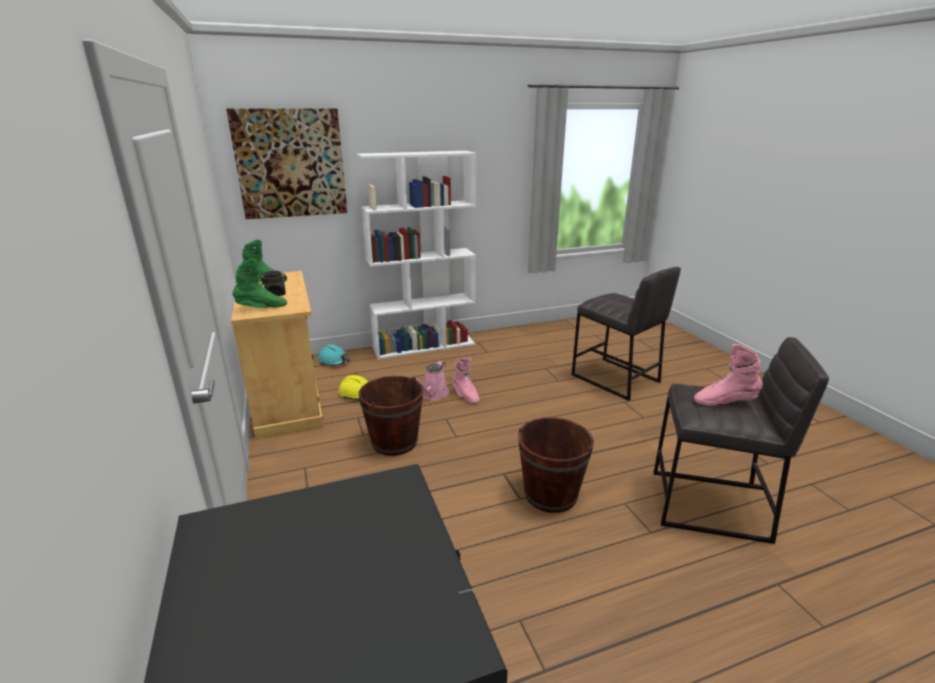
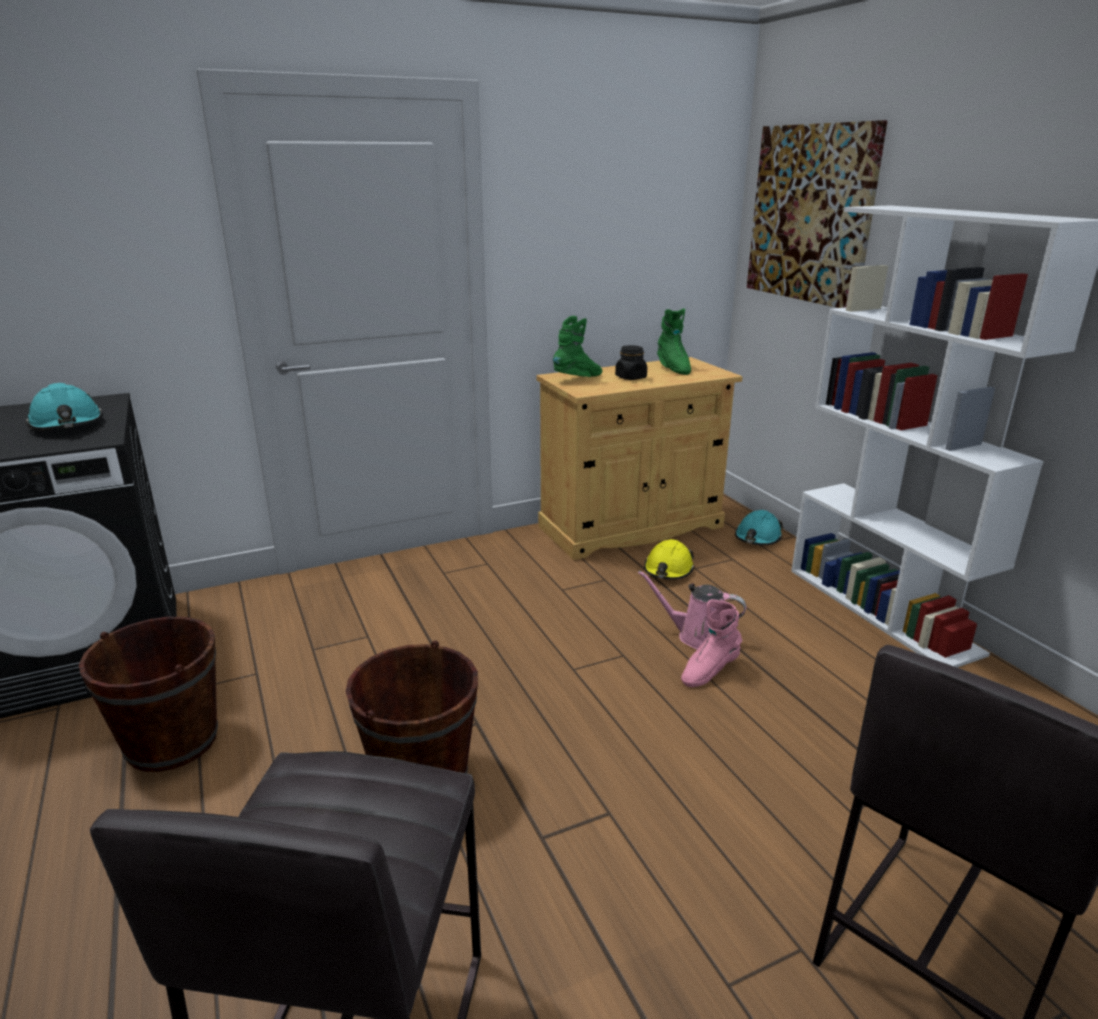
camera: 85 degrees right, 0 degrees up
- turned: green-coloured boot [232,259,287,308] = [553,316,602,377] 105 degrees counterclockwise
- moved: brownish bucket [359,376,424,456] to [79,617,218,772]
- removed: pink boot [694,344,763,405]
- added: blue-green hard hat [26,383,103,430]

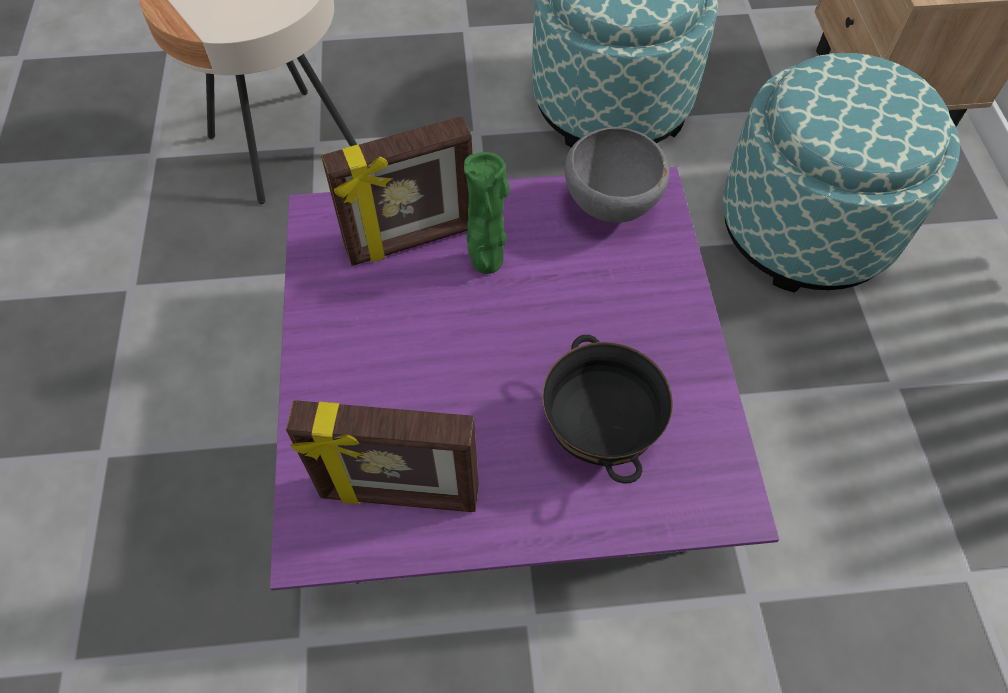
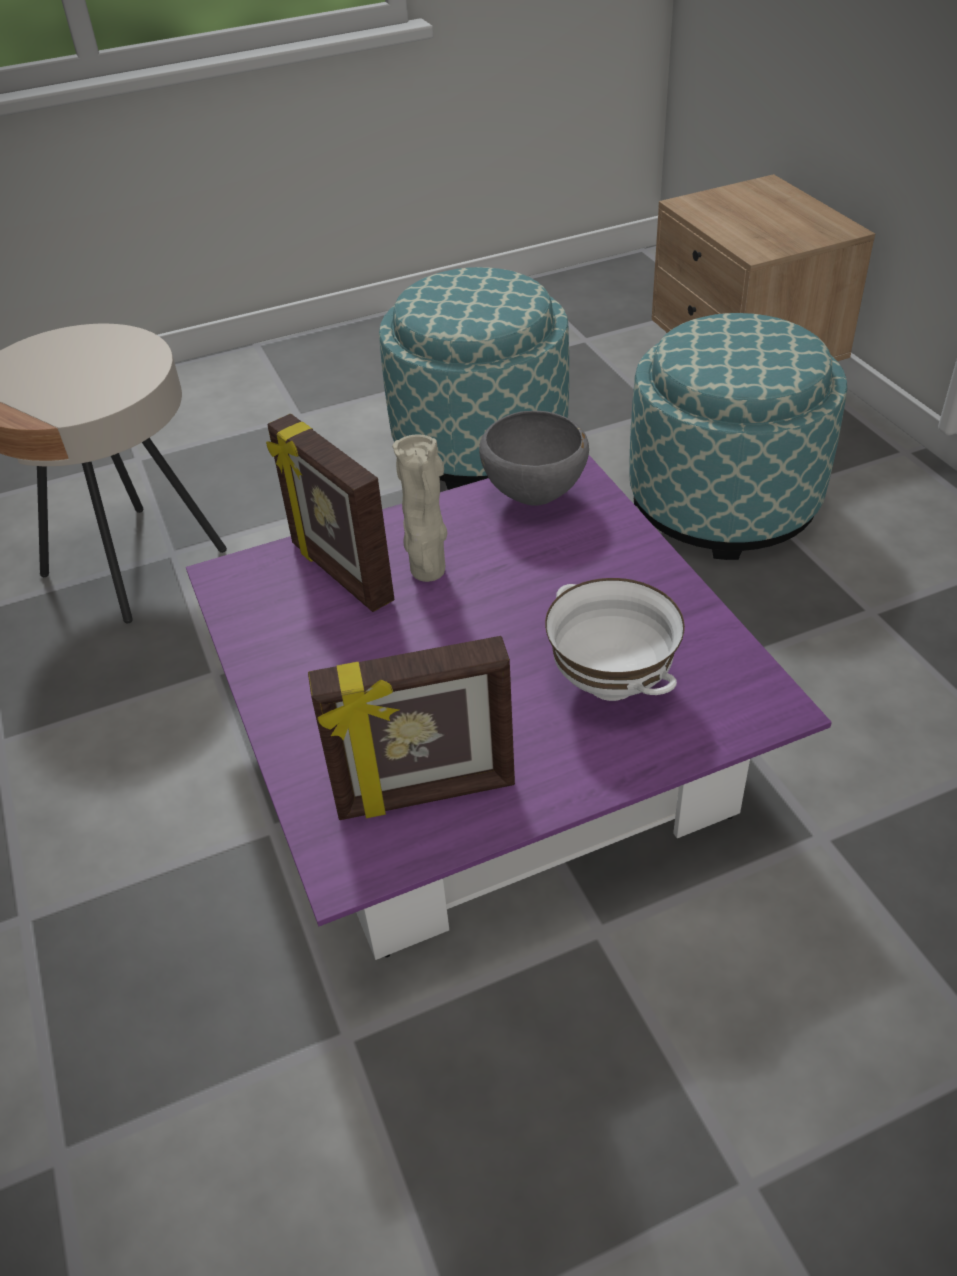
camera: 15 degrees left, 15 degrees down
- turned: standing frame [321,116,472,266] = [266,414,395,612] 90 degrees clockwise
- recoloured: green-coloured flower vase [464,152,510,274] to beige-coloured flower vase [392,434,447,582]
- recoloured: blackish serving bowl [542,335,673,484] to white serving bowl [545,578,685,701]

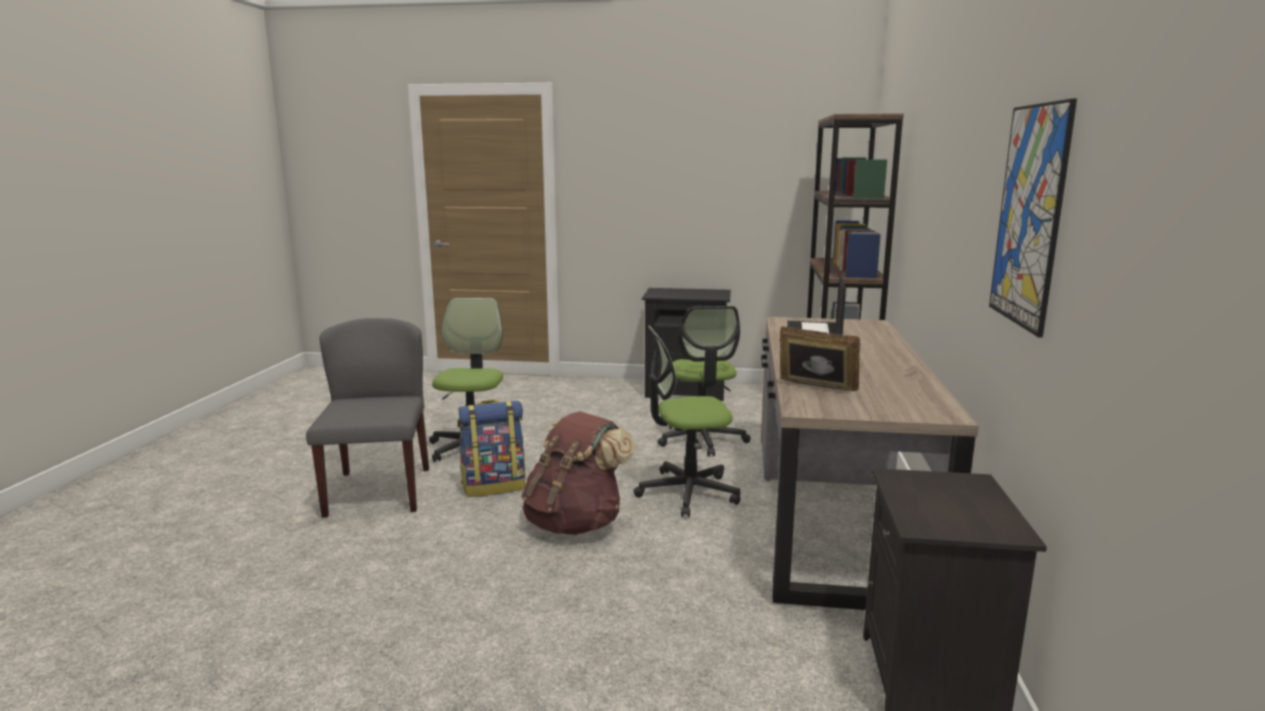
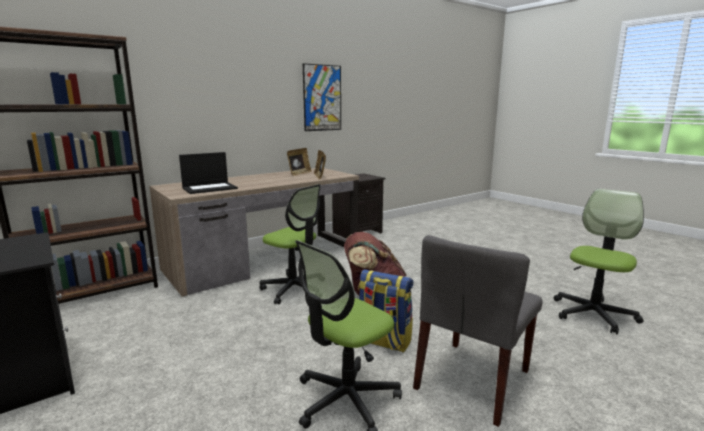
camera: 135 degrees left, 0 degrees up
- moved: office chair [658,306,751,456] to [554,189,644,334]
- added: standing frame [287,148,312,176]

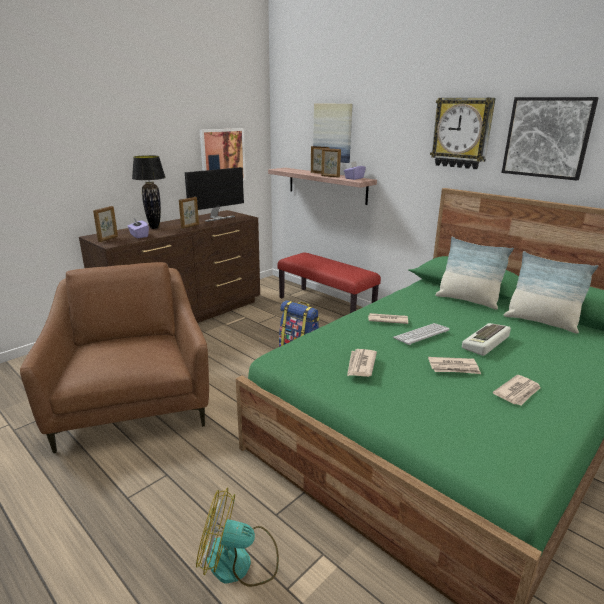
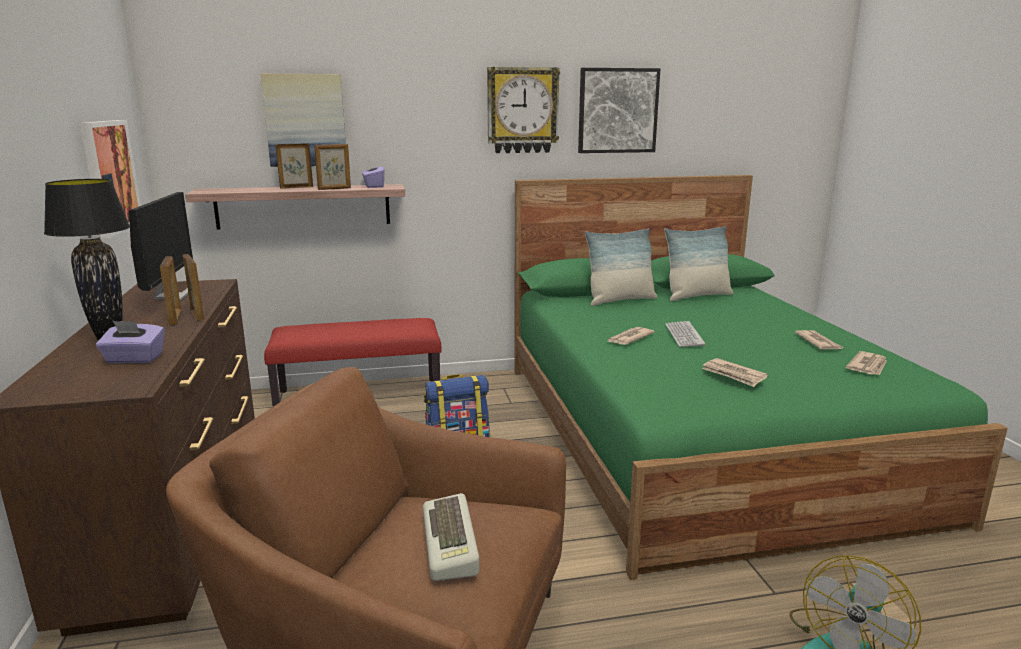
camera: 55 degrees left, 5 degrees down
- moved: standing frame [93,206,118,242] to [183,254,204,321]
- moved: daily paper [428,357,481,374] to [846,351,887,375]
- moved: keyboard [462,323,511,356] to [423,493,479,581]

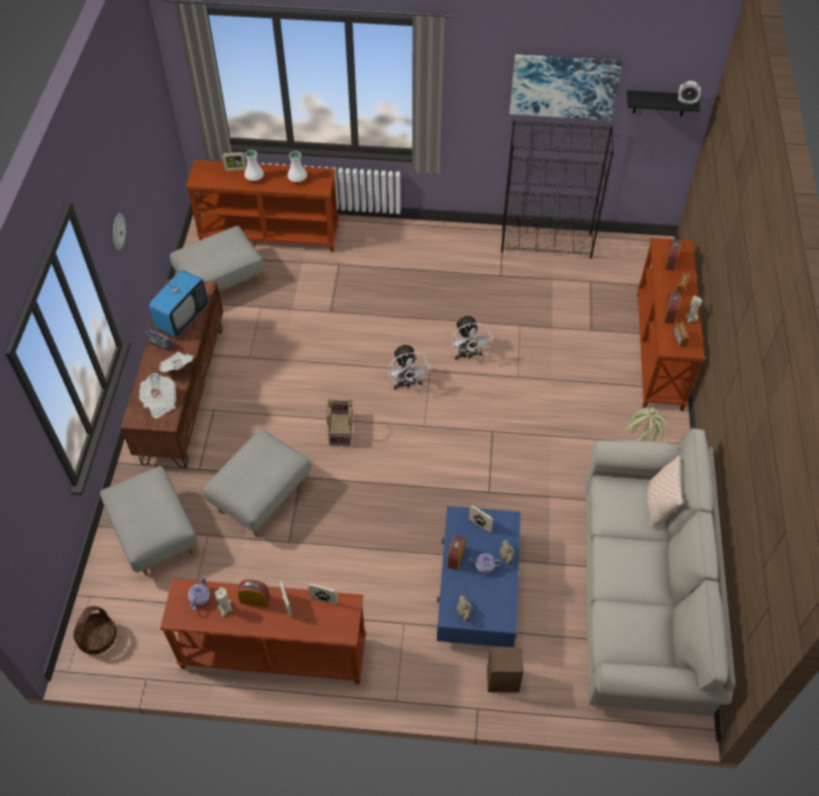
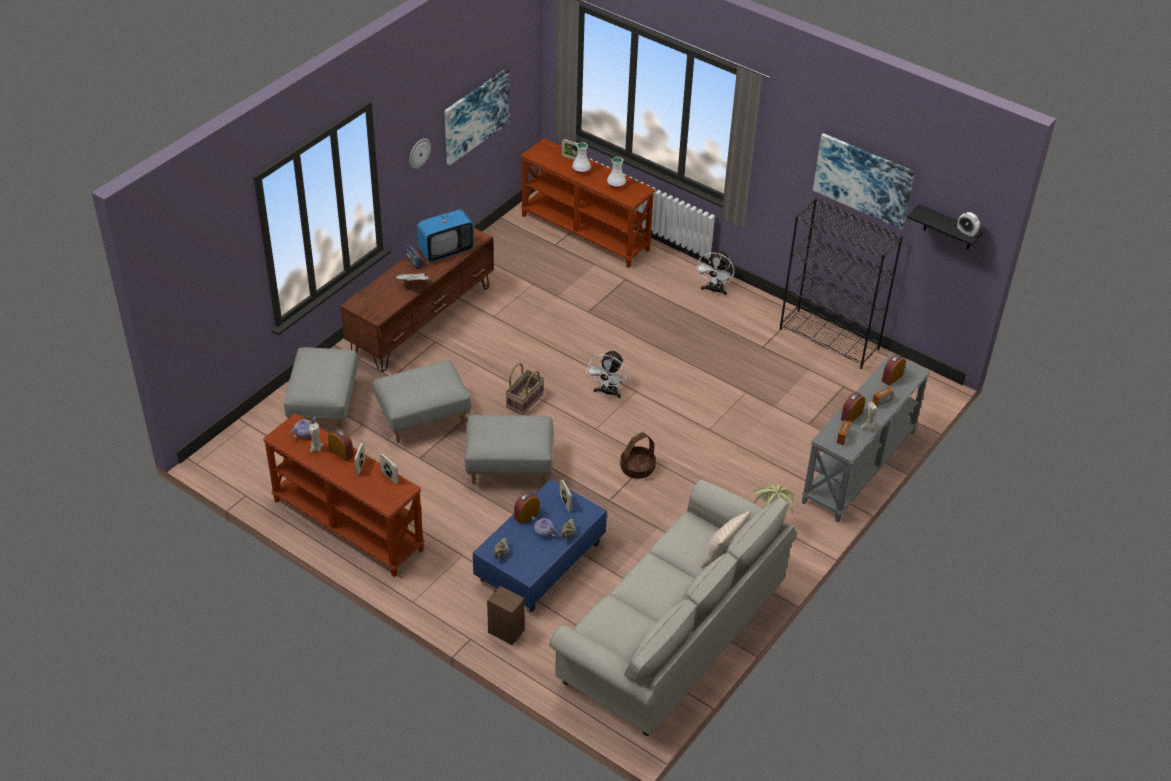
camera: 30 degrees right, 10 degrees down
- moved: basket [73,606,117,655] to [620,432,656,479]
- removed: daily paper [139,373,176,419]
- moved: gray pouffe [170,226,264,292] to [464,415,553,485]
- moved: white cooling fan [451,314,493,360] to [695,250,734,295]
- recoloured: brownish hall table [637,238,704,411] to gray hall table [802,353,930,522]
- added: picture [444,68,510,165]

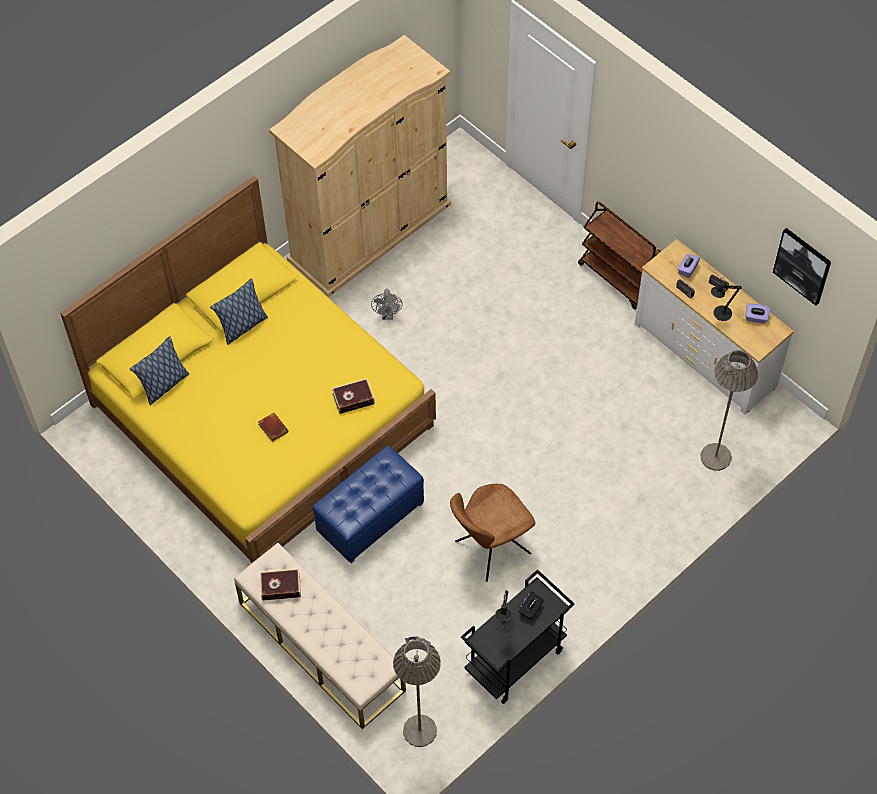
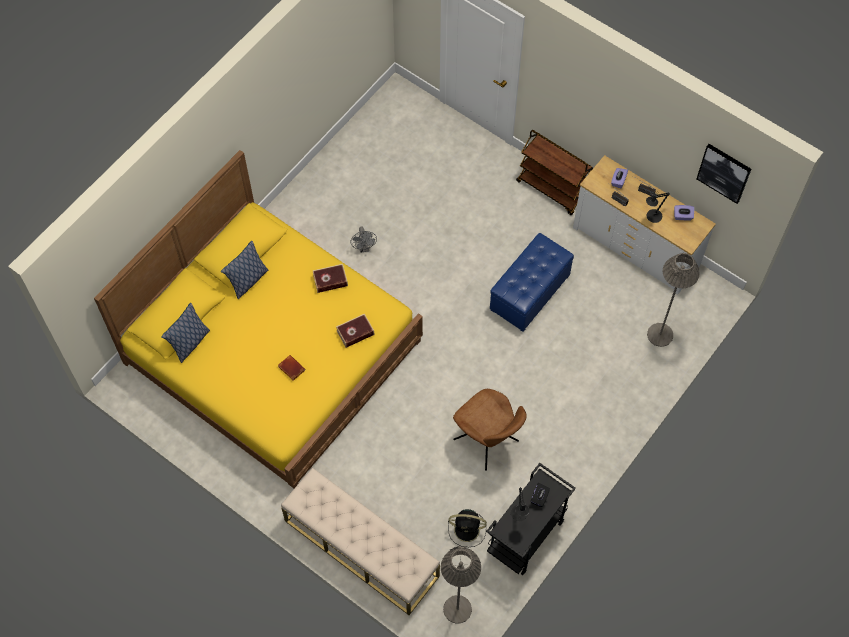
camera: 10 degrees left, 5 degrees up
- moved: volume [260,568,301,601] to [312,264,348,293]
- removed: beige-coloured clothes cupboard [269,35,451,297]
- moved: blue pouffe [312,445,424,563] to [490,233,574,332]
- turned: brownish upright chair [450,484,535,582] = [453,389,527,471] 90 degrees counterclockwise
- added: blackish cooling fan [448,509,487,547]

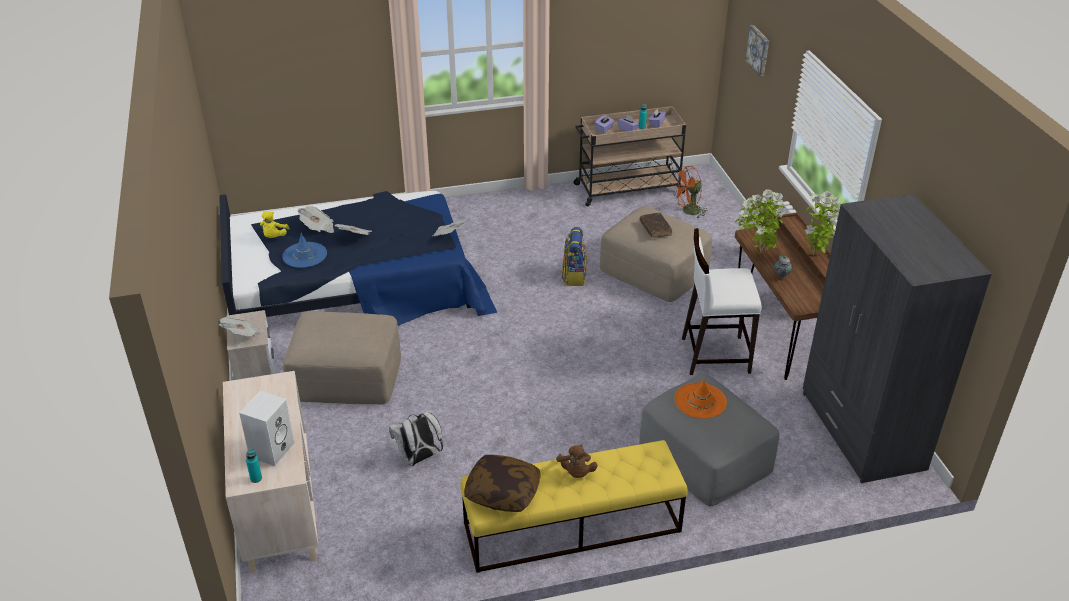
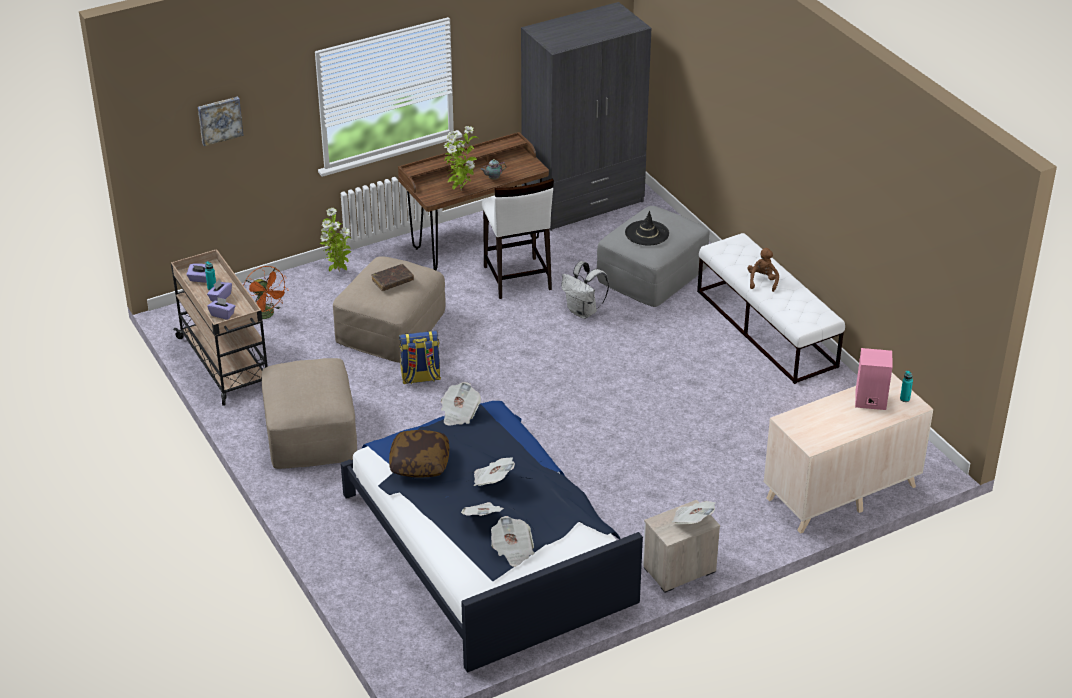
camera: 105 degrees left, 0 degrees up
- recoloured: white speaker [239,391,295,466] to pink speaker [855,348,892,410]
- replaced: yellowish soft toy [260,211,290,238] to daily paper [491,516,534,567]
- removed: blue hat [282,233,327,268]
- moved: beige-coloured pouffe [283,311,401,404] to [261,358,357,469]
- moved: white rucksack [389,409,443,466] to [561,261,609,319]
- recoloured: yellowish long seat [460,440,688,573] to white long seat [697,233,845,384]
- moved: throw pillow [464,455,541,512] to [389,430,449,478]
- turned: brownish soft toy [556,444,598,478] = [748,248,779,292] 60 degrees counterclockwise
- recoloured: orangey hat [674,379,727,419] to blackish hat [625,211,669,245]
- removed: potted plant [804,191,840,256]

